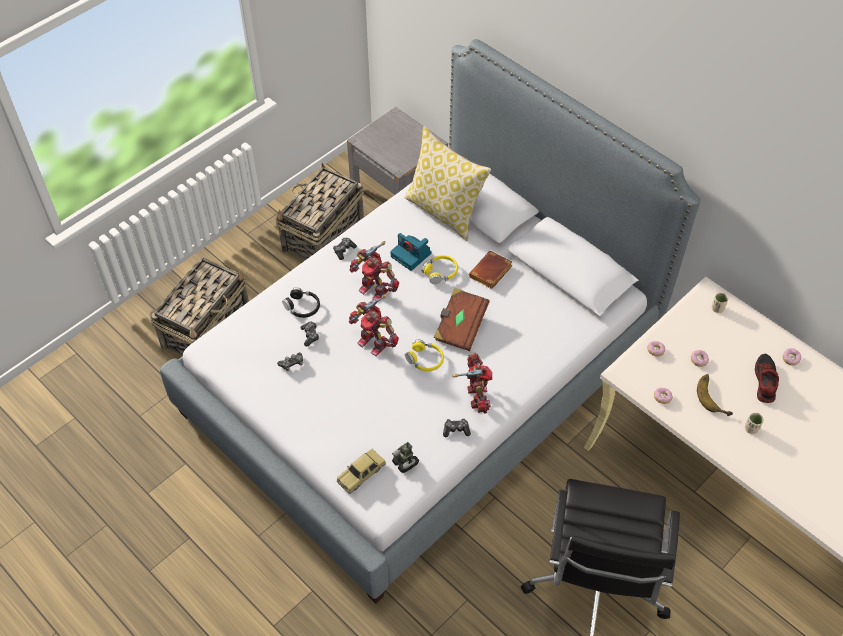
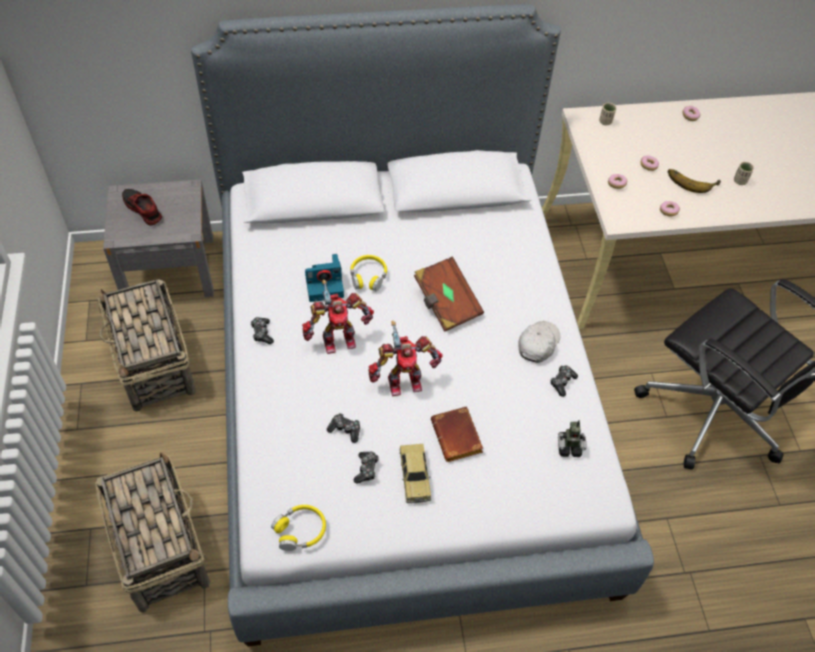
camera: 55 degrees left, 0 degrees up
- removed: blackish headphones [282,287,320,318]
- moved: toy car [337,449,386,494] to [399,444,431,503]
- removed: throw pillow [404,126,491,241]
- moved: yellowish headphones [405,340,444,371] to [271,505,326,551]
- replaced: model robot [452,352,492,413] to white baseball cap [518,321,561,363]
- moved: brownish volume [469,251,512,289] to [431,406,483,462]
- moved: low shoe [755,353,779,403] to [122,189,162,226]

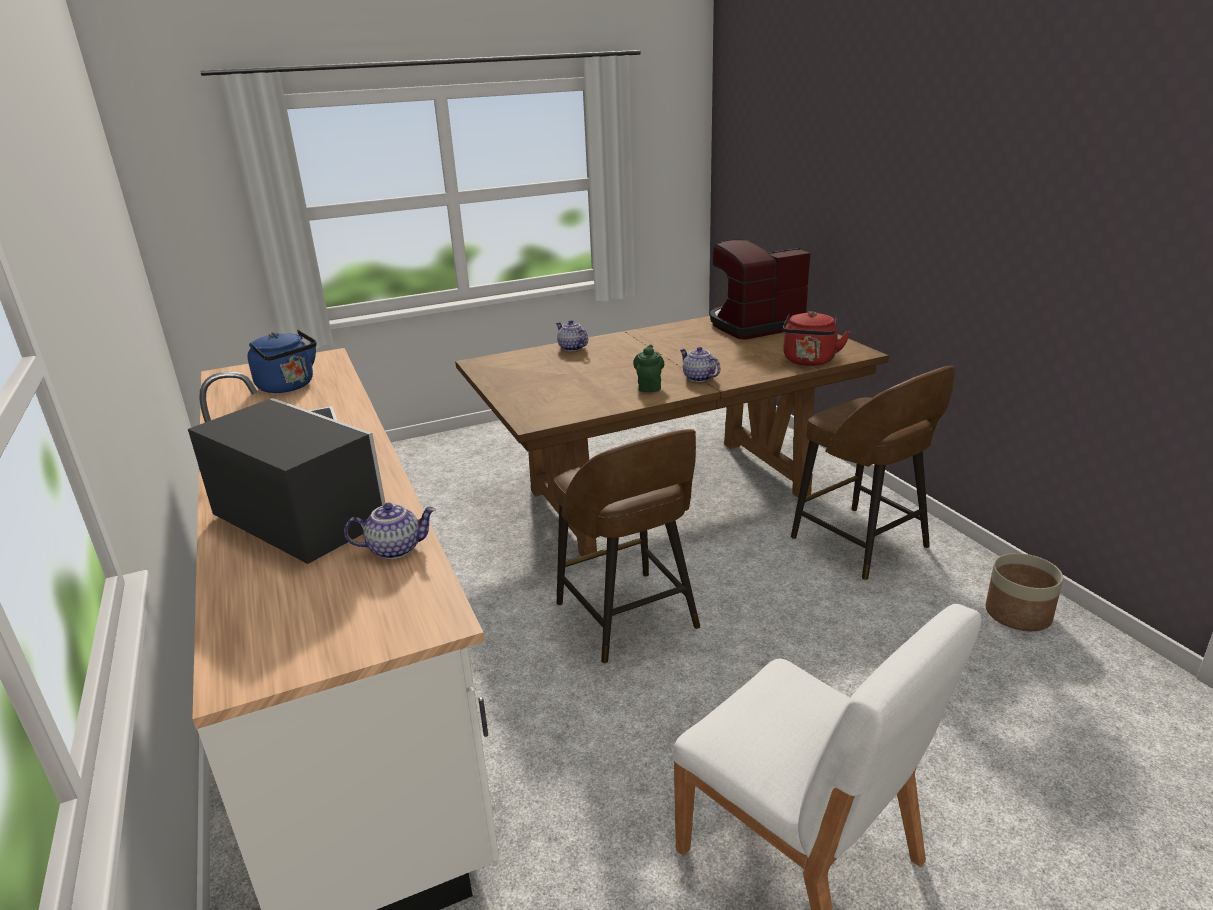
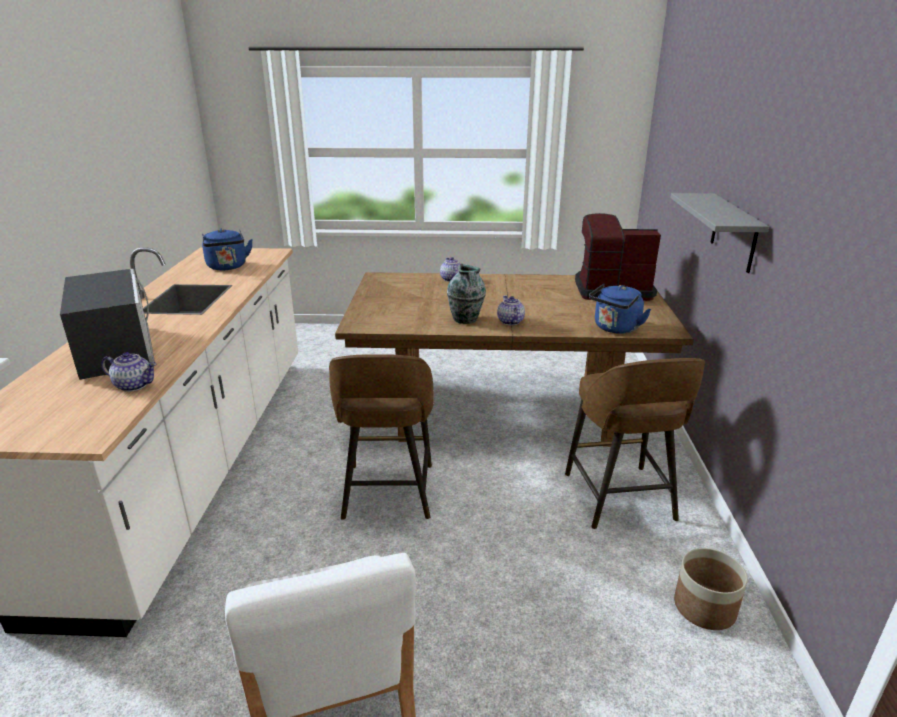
camera: 25 degrees right, 0 degrees up
- replaced: green-coloured tea pot [633,345,664,392] to flower vase [447,264,486,324]
- recoloured: red kettle [783,311,850,366] to blue kettle [589,284,651,334]
- added: gray wall shelf [670,193,769,273]

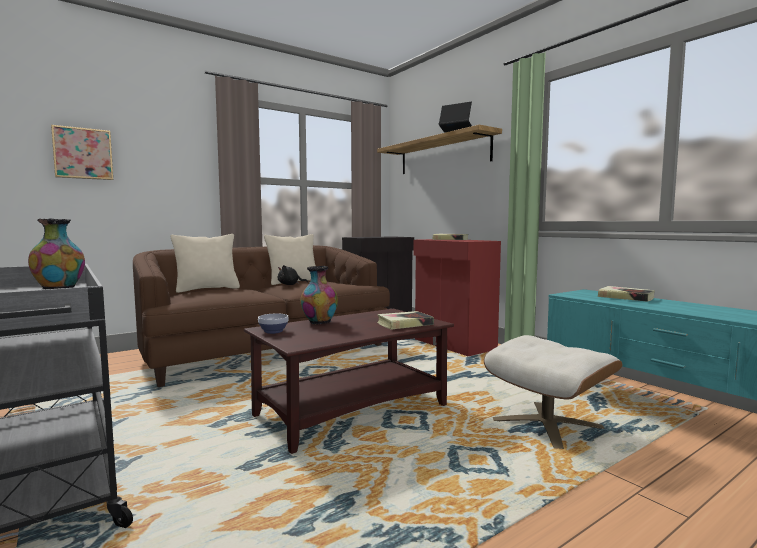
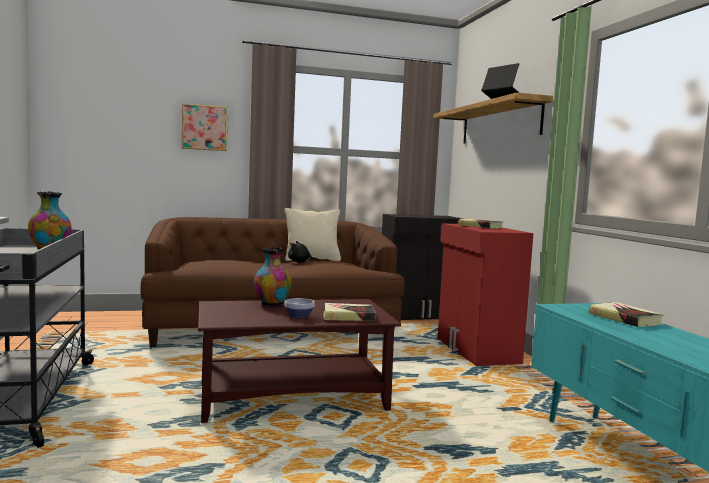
camera: 20 degrees right, 0 degrees up
- moved: picture [51,125,113,180] to [182,103,228,151]
- removed: beige-coloured throw pillow [171,234,240,293]
- moved: serving bowl [258,314,289,334] to [285,298,315,318]
- removed: beige-coloured pouffe [484,335,622,449]

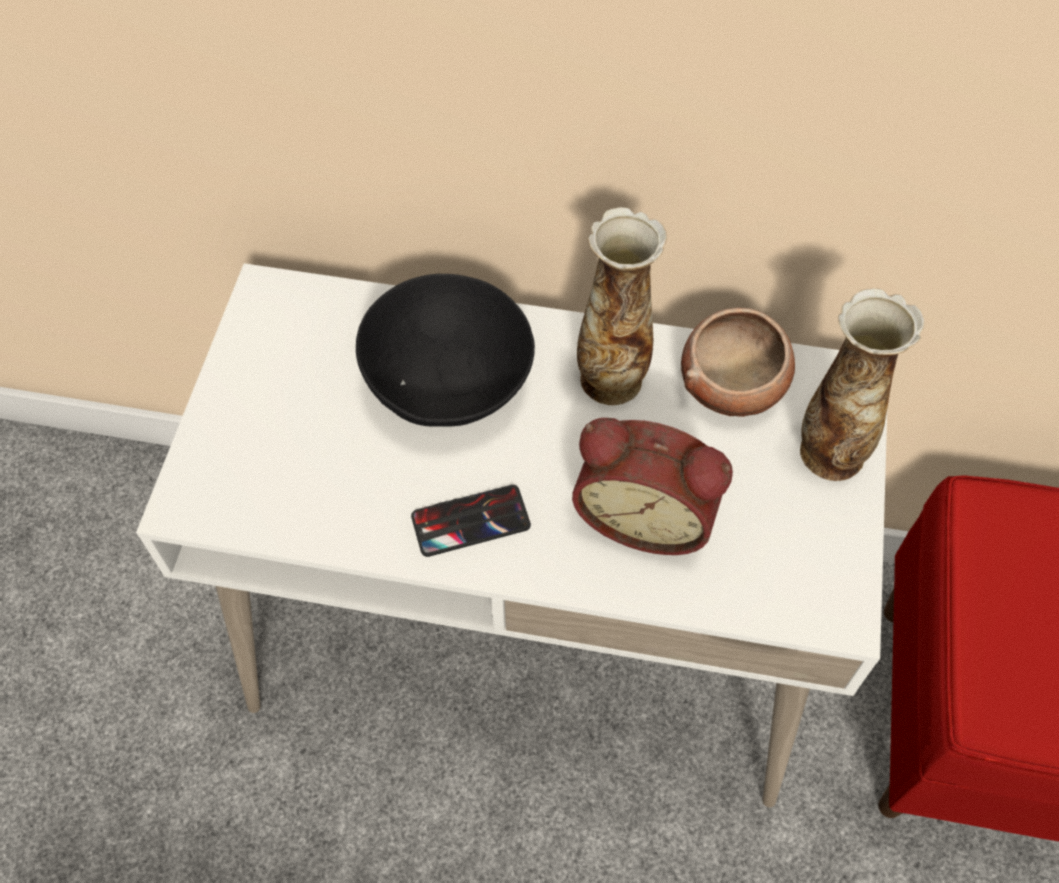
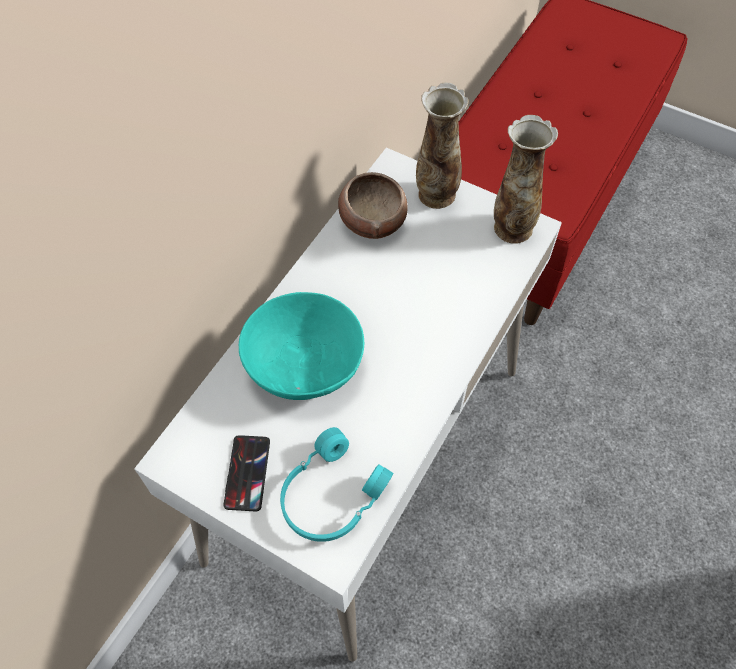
camera: 70 degrees left, 0 degrees up
- recoloured: blackish serving bowl [356,274,535,427] to blue-green serving bowl [239,292,364,400]
- moved: telephone [411,485,531,557] to [223,435,270,511]
- removed: alarm clock [572,418,733,555]
- moved: flower vase [577,207,667,405] to [494,115,558,244]
- added: blue-green headphones [280,427,393,542]

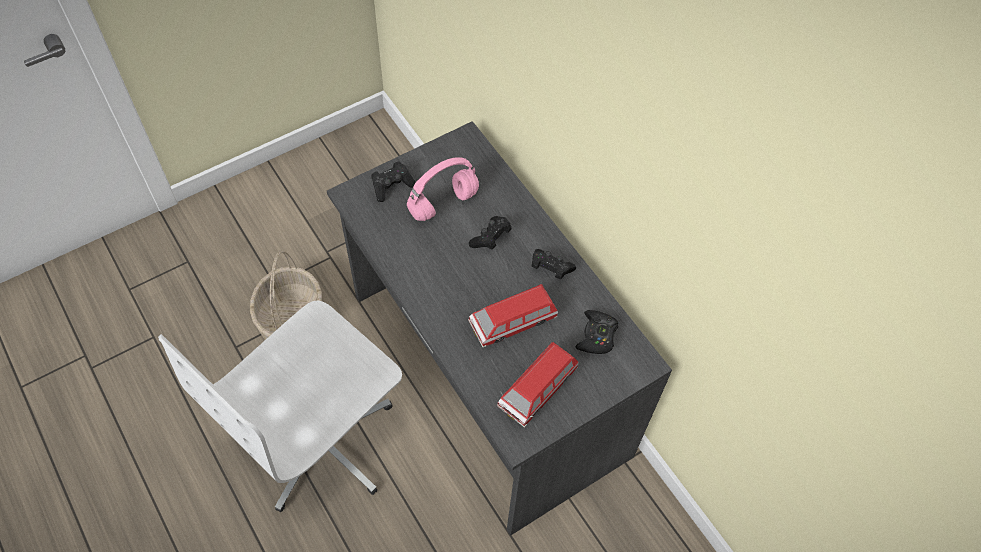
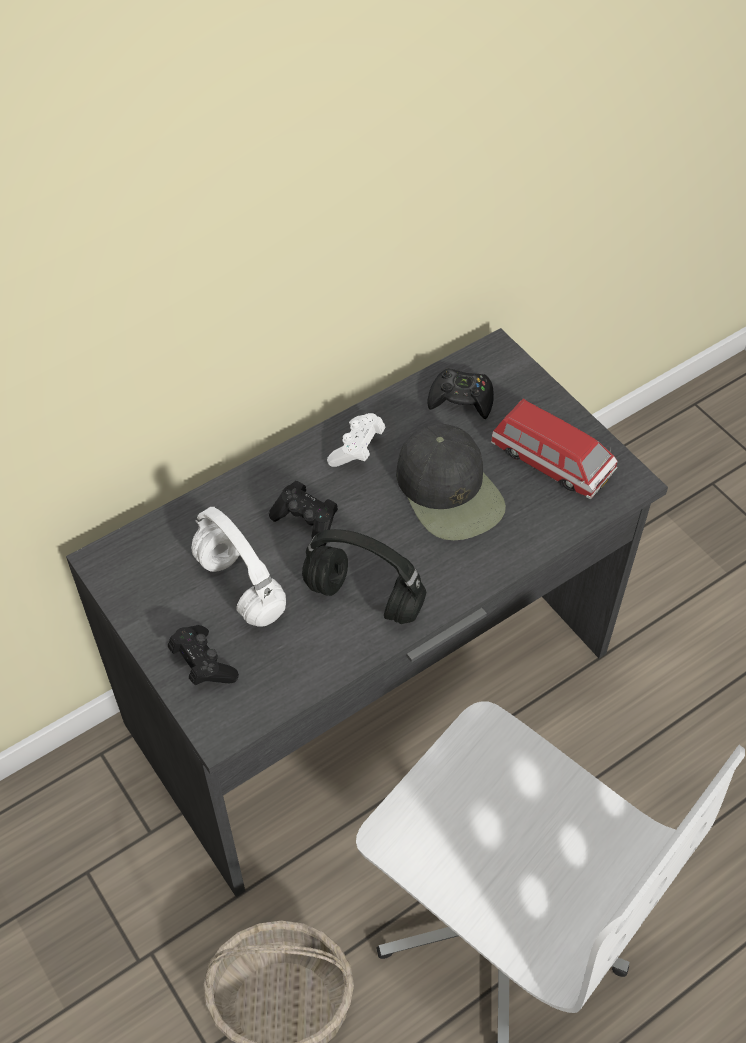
camera: 90 degrees left, 5 degrees down
- recoloured: pink headphones [407,157,479,221] to white headphones [192,507,286,627]
- replaced: toy car [468,284,558,348] to blackish baseball cap [396,423,506,540]
- recoloured: blackish gamepad [531,249,576,279] to white gamepad [327,413,385,467]
- added: blackish headphones [302,529,427,624]

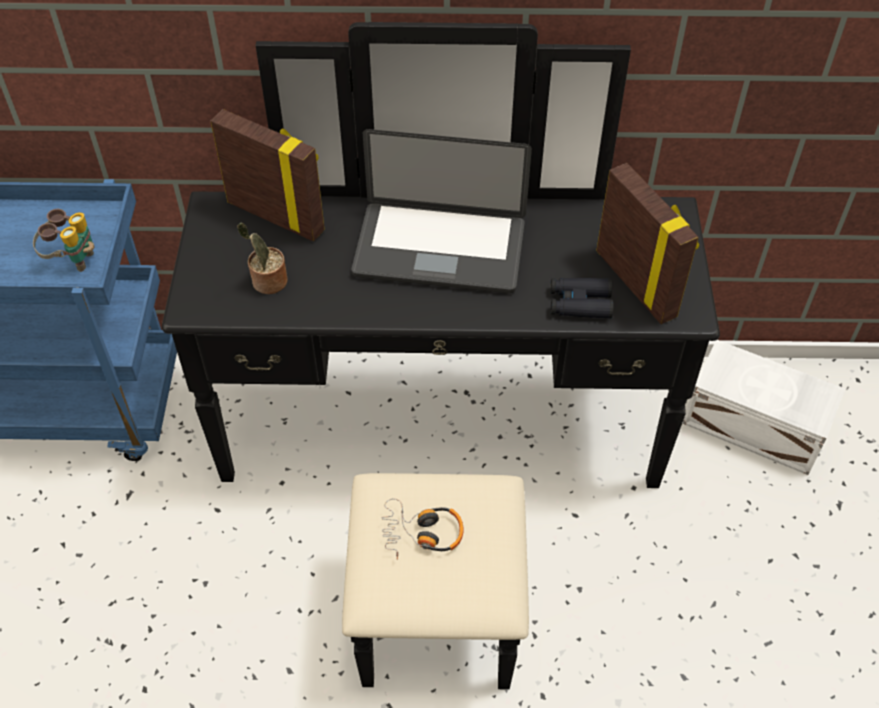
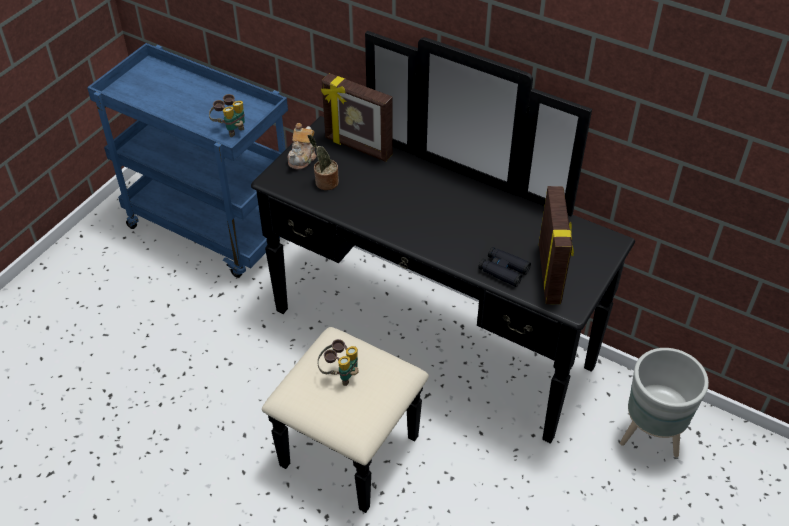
camera: 30 degrees right, 5 degrees down
- turned: standing frame [210,109,325,241] = [321,73,393,162] 150 degrees clockwise
- removed: laptop [351,129,532,293]
- replaced: headphones [382,499,463,560] to binoculars [317,339,359,386]
- replaced: white storage container [683,340,845,475] to gray plant pot [620,348,709,458]
- added: tea pot [287,123,317,169]

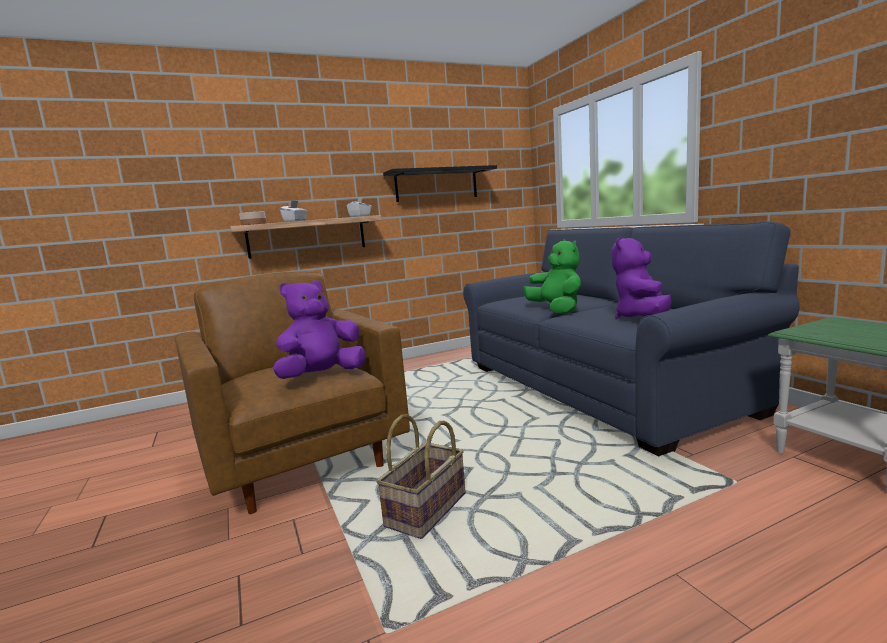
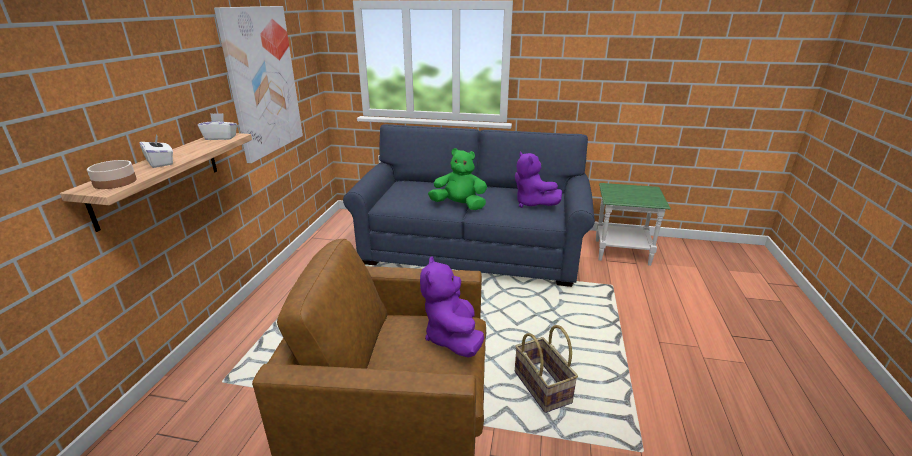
camera: 55 degrees left, 15 degrees up
- replaced: blackish wall shelf [383,165,497,202] to picture [214,6,303,163]

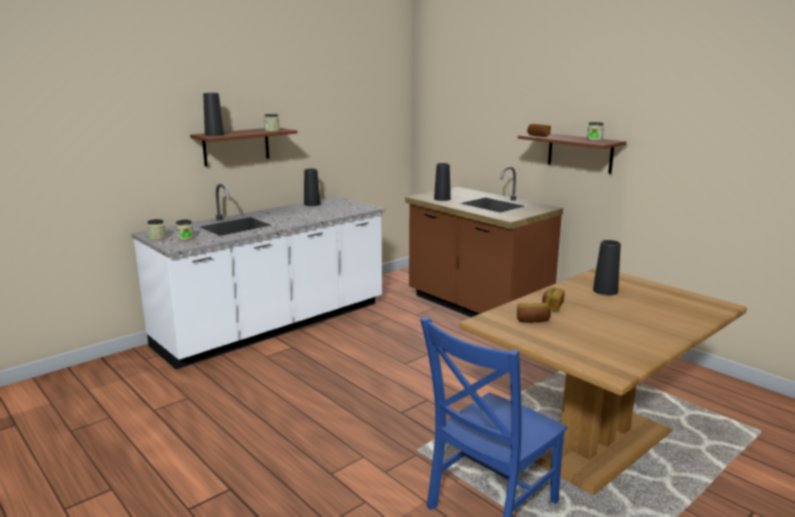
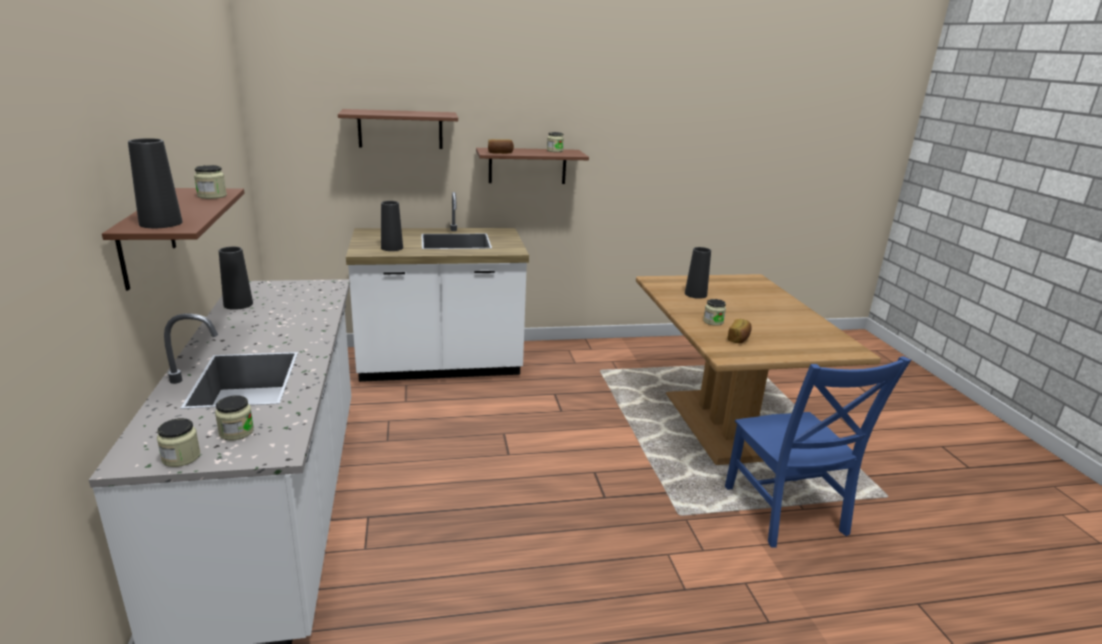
camera: 60 degrees left, 5 degrees up
- recoloured: brownish counter [405,166,563,317] to white counter [346,192,529,382]
- replaced: bread [542,288,565,311] to jar [703,299,726,326]
- added: brownish wall shelf [338,109,458,149]

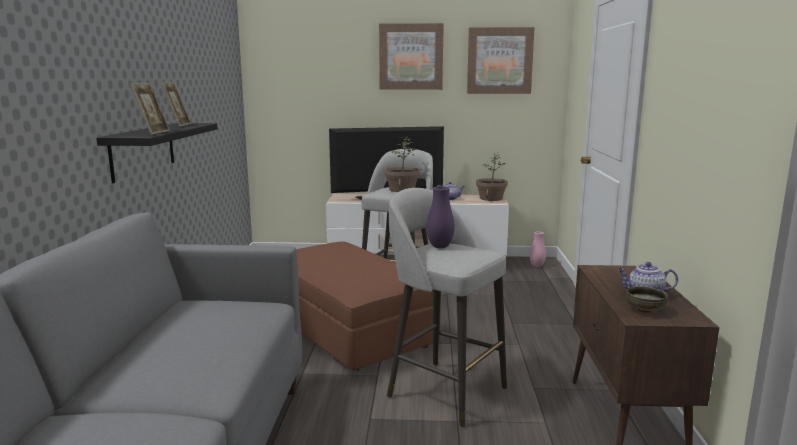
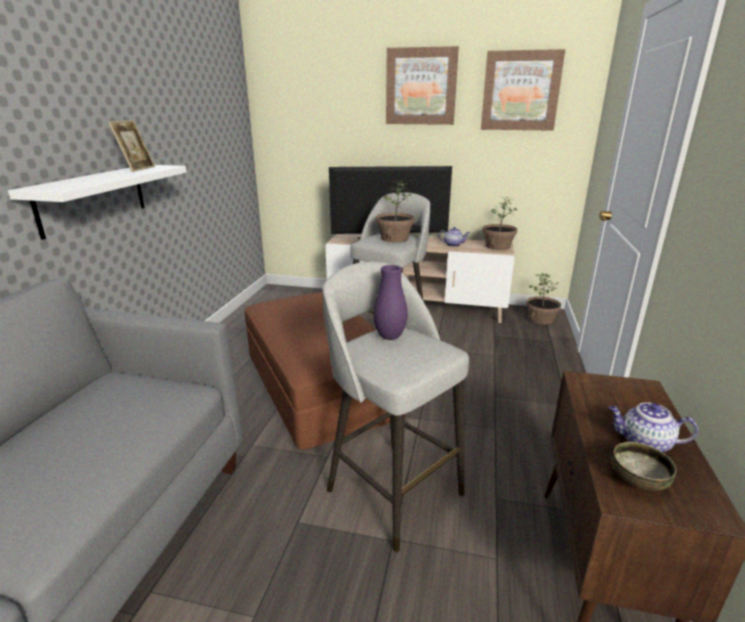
camera: 10 degrees right, 10 degrees up
- recoloured: blackish wall shelf [96,123,218,183] to white wall shelf [8,165,186,240]
- removed: standing frame [130,83,170,135]
- replaced: pink flower vase [529,232,546,267] to potted plant [526,273,561,325]

